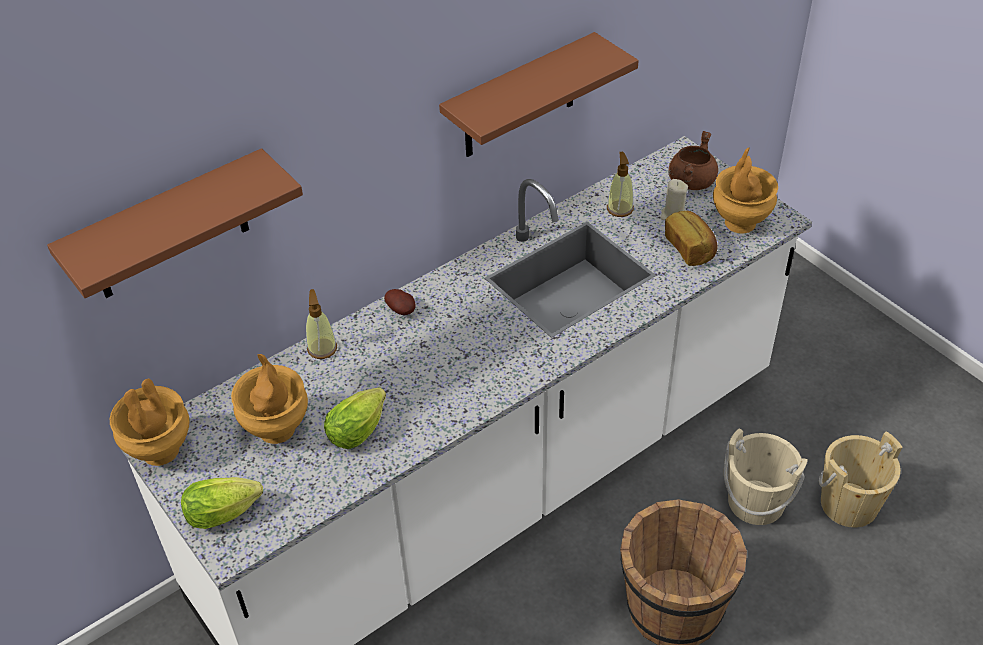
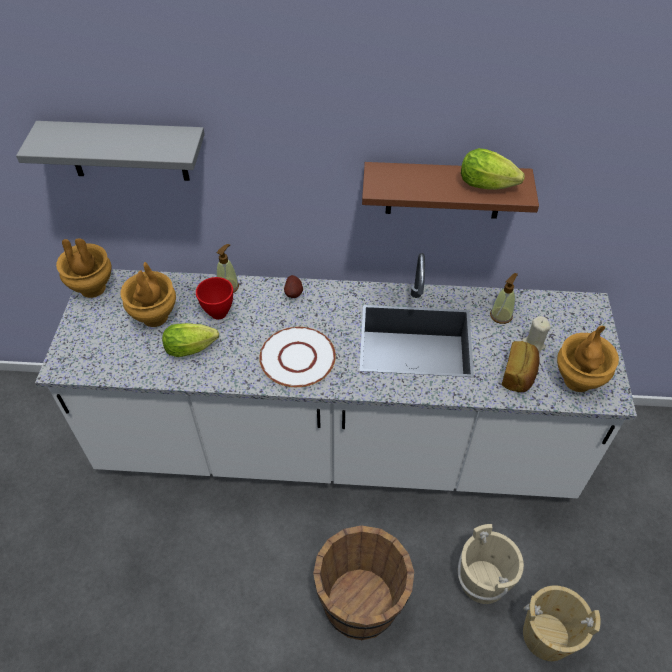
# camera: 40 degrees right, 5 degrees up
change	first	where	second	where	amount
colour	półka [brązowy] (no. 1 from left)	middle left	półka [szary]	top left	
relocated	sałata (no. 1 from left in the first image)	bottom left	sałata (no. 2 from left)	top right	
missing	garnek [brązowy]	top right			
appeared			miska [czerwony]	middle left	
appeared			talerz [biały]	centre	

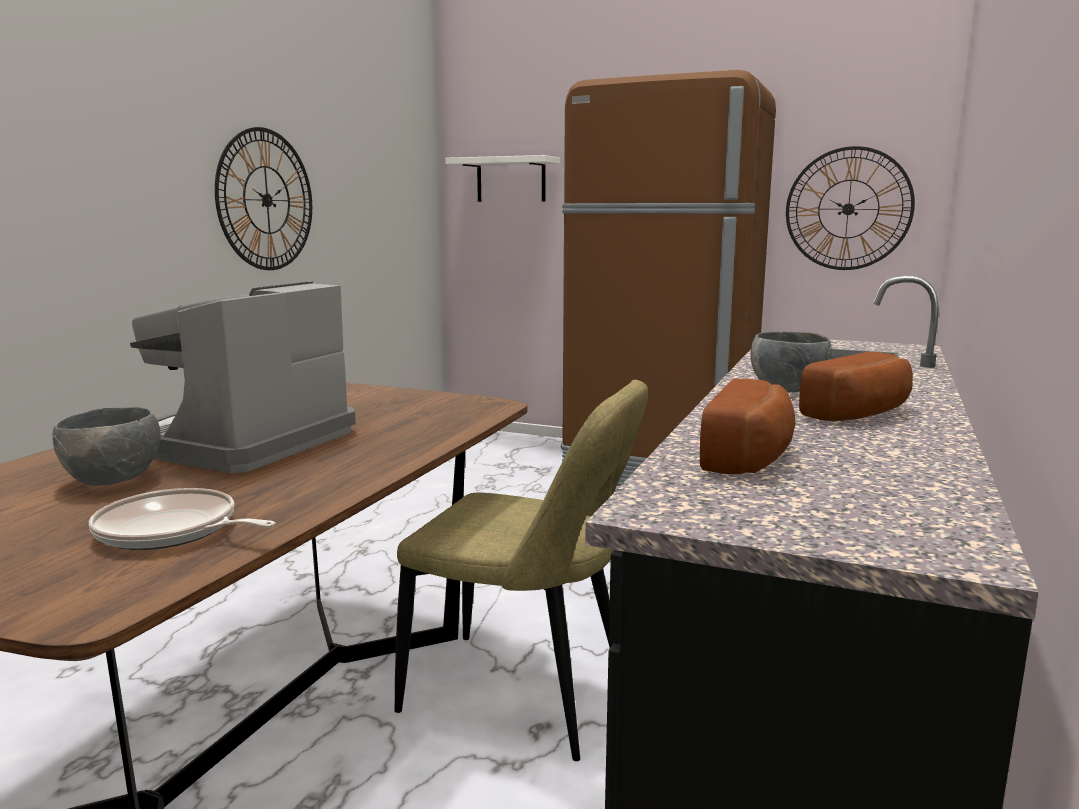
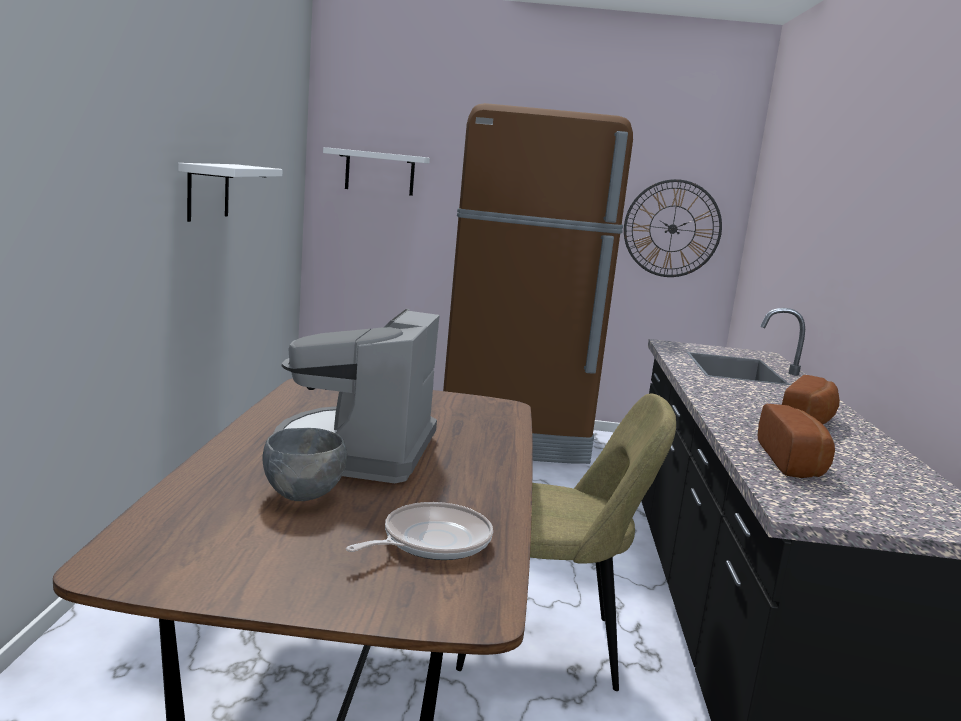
# camera: 20 degrees left, 0 degrees up
change	first	where	second	where	amount
spun	patelnia	middle left		bottom centre	135 degrees clockwise
exchanged	zegar ścienny (no. 1 from left)	top left	półka [biały] (no. 1 from left)	top left	
missing	miska [szary] (no. 2 from left)	middle right			

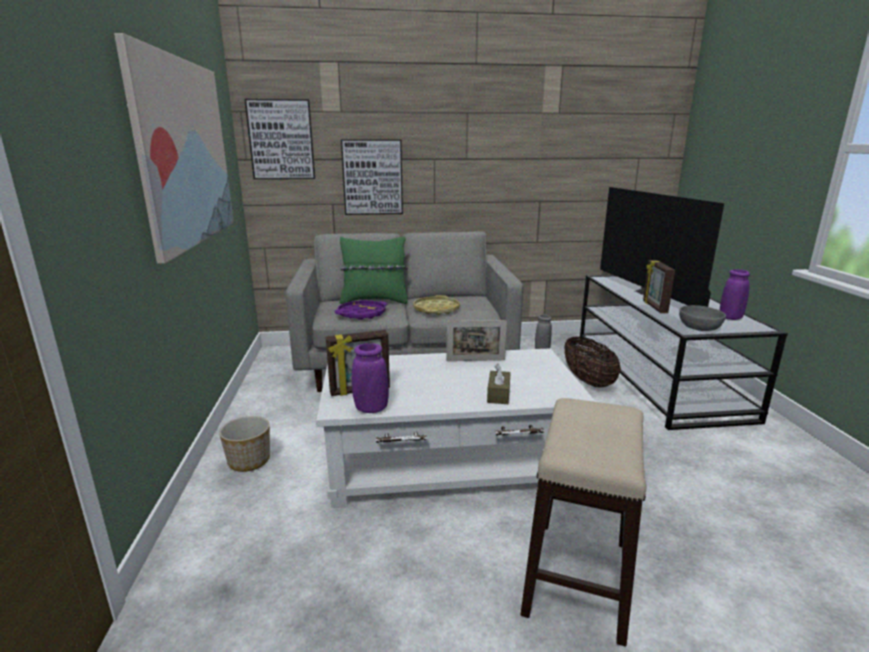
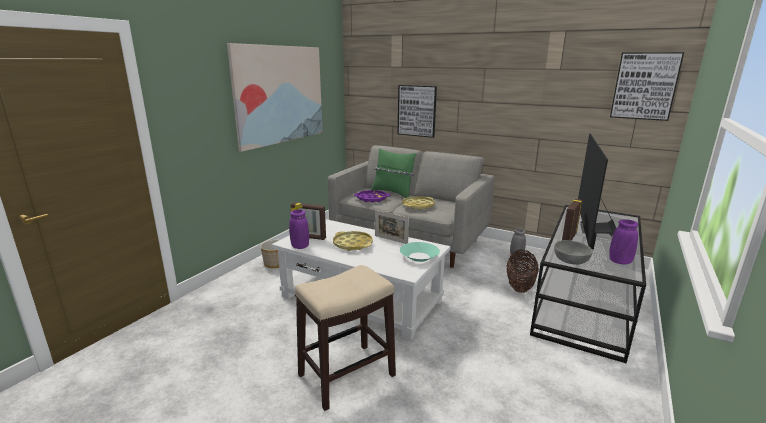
# camera: 35 degrees right, 0 degrees up
change	first	where	second	where	amount
relocated	obraz (no. 2 from left in the first image)	top left	obraz (no. 3 from left)	top right	
missing	pudełko chusteczek [brązowy]	centre			
appeared			taca [żółty] (no. 1 from left)	centre	
appeared			miska [turkusowy]	centre	

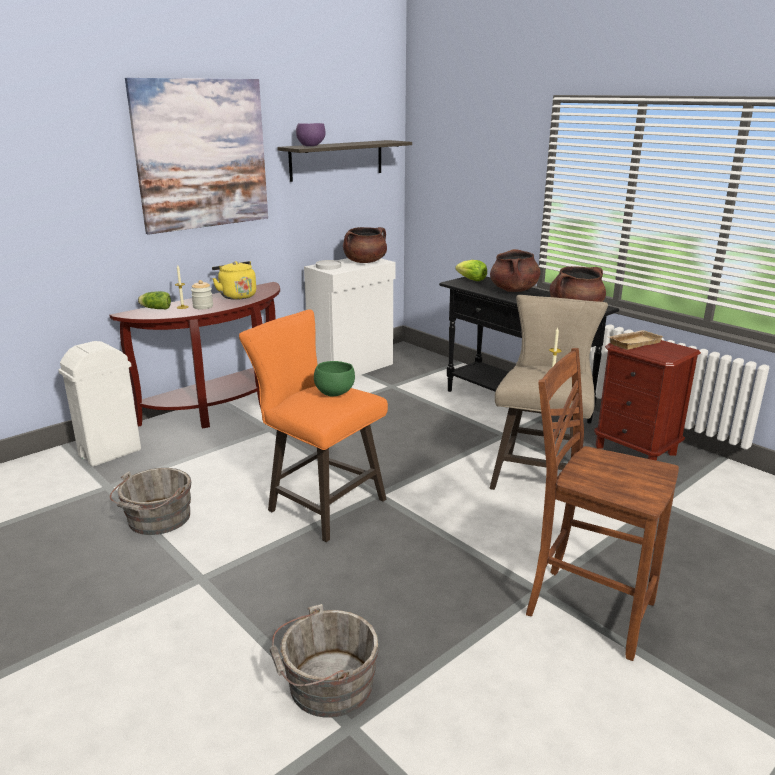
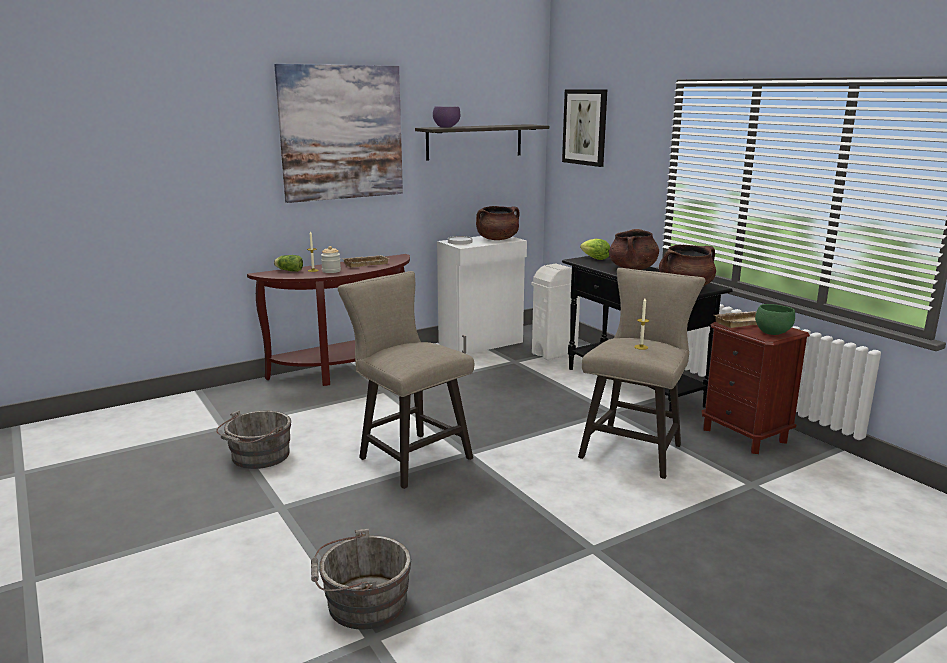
# camera: 10 degrees right, 5 degrees down
change	first	where	second	where	amount
relocated	kosz na śmieci [biały]	middle left		centre	
exchanged	czajnik [żółty]	middle left	taca [beżowy] (no. 1 from left)	centre	
colour	stołek [pomarańczowy]	centre	stołek [beżowy] (no. 1 from left)	centre	
relocated	miska [zielony]	centre		middle right	
missing	krzesło [brązowy]	middle right			
appeared			obraz (no. 2 from left)	top centre	

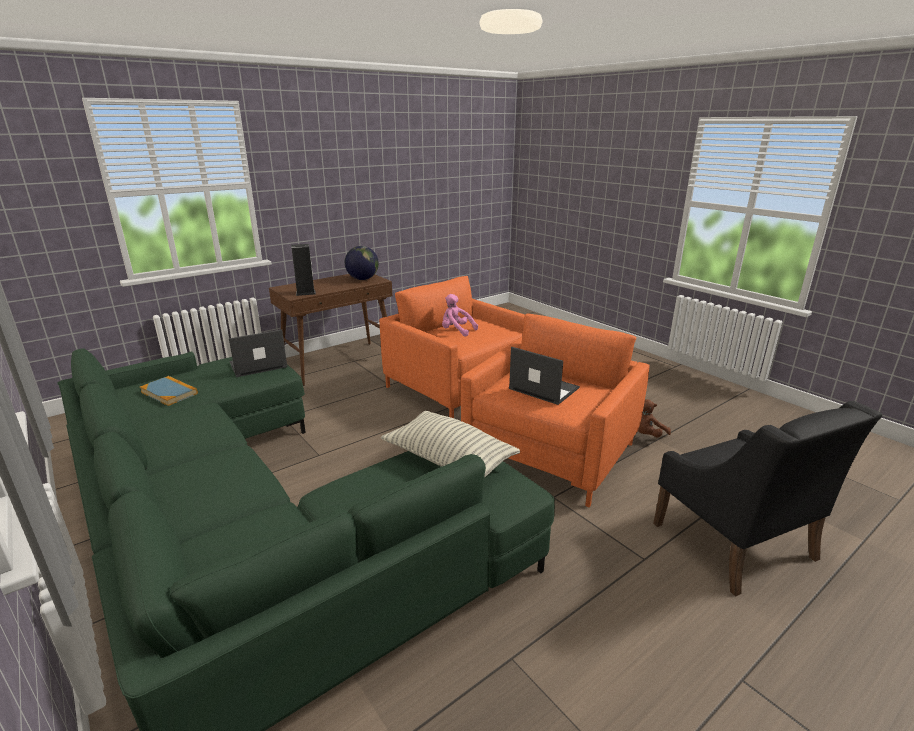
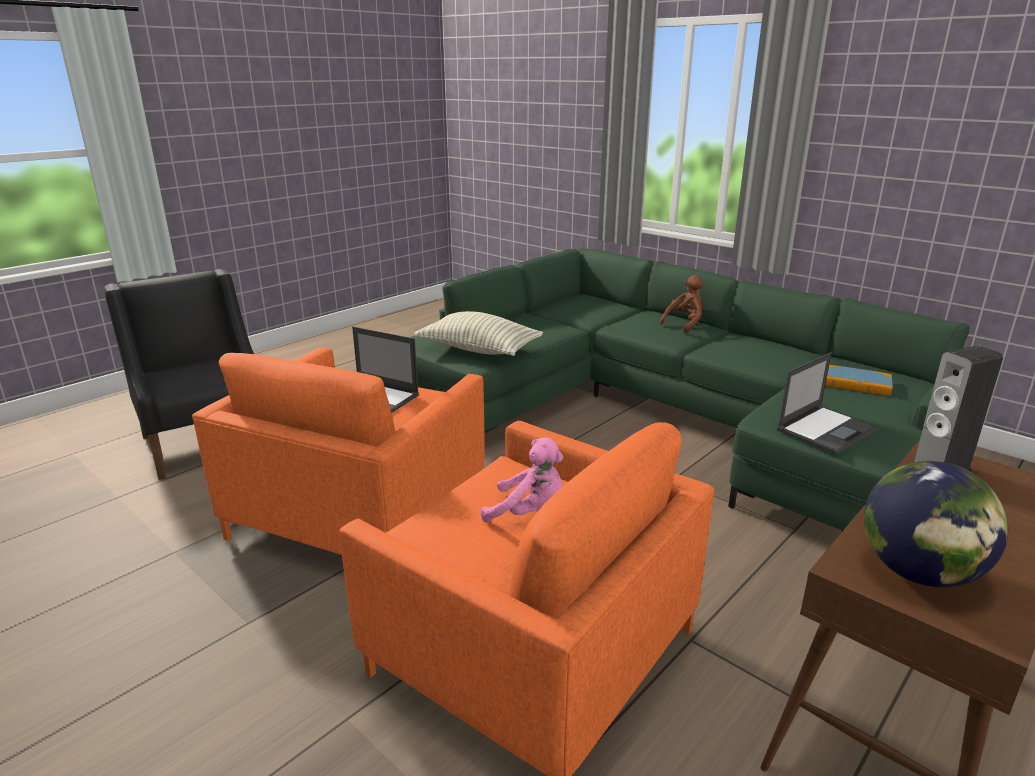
# camera: 170 degrees right, 0 degrees up
change	first	where	second	where	amount
relocated	pluszak [brązowy]	middle right		centre	

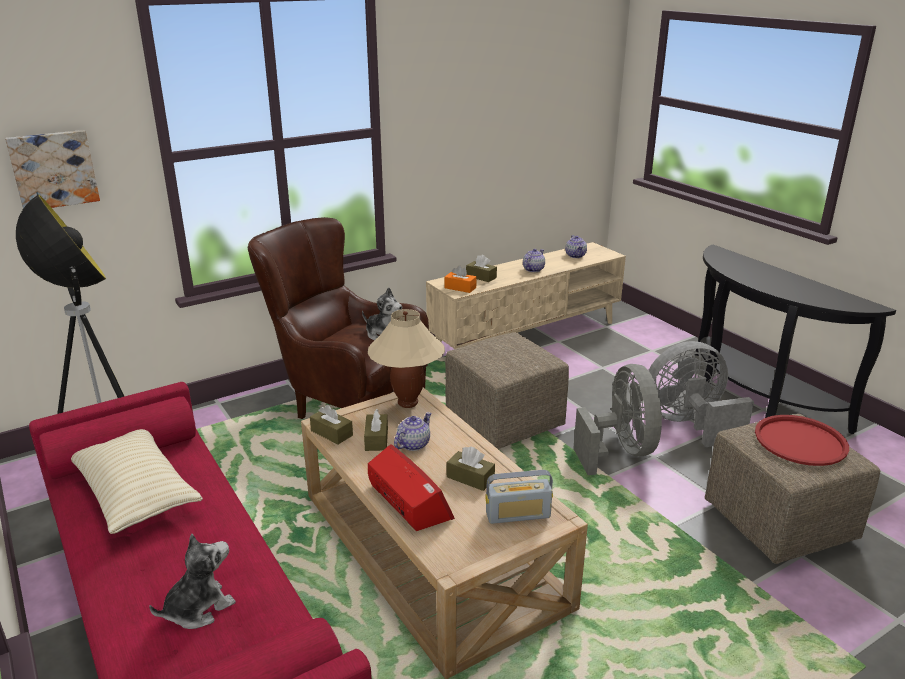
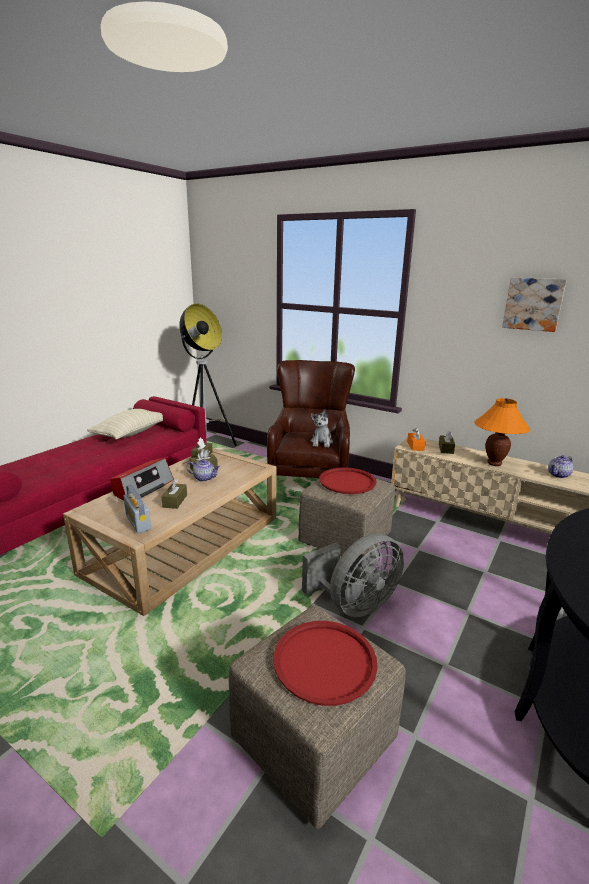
# camera: 65 degrees right, 5 degrees down
change	first	where	second	where	amount
relocated	obraz	top left		middle right	
missing	pluszak (no. 1 from left)	bottom left			
missing	lampa stołowa [beżowy]	centre			
exchanged	imbryk (no. 2 from left)	centre	lampa stołowa [pomarańczowy]	middle right	
missing	wentylator [szary] (no. 2 from left)	middle right			
appeared			taca [czerwony] (no. 2 from left)	centre	

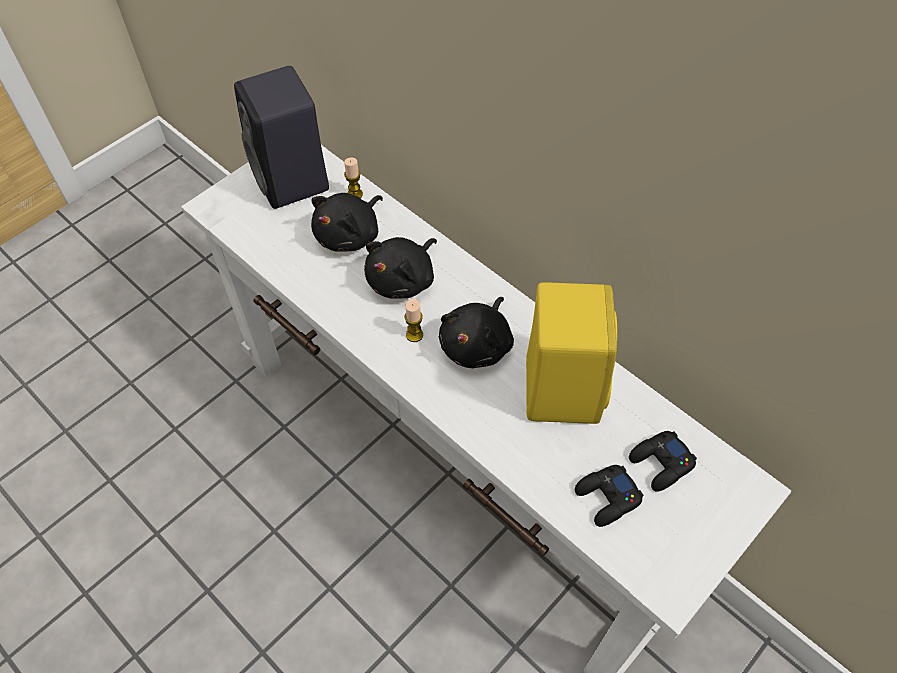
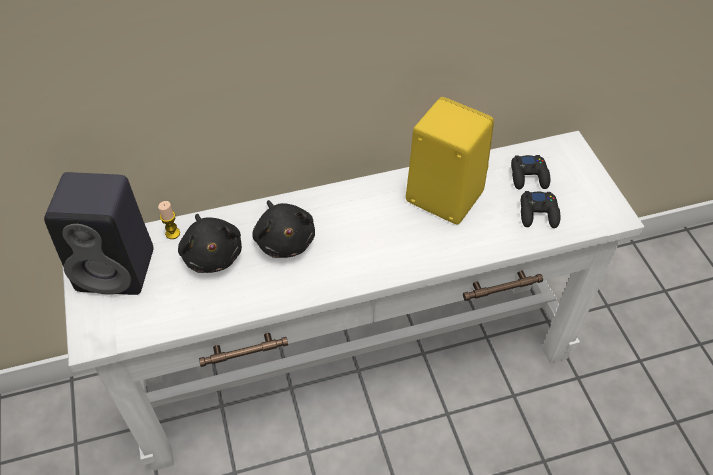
# camera: 60 degrees left, 5 degrees down
change	first	where	second	where	amount
missing	świeca (no. 2 from left)	centre			
missing	pluszak [czarny] (no. 3 from left)	centre			

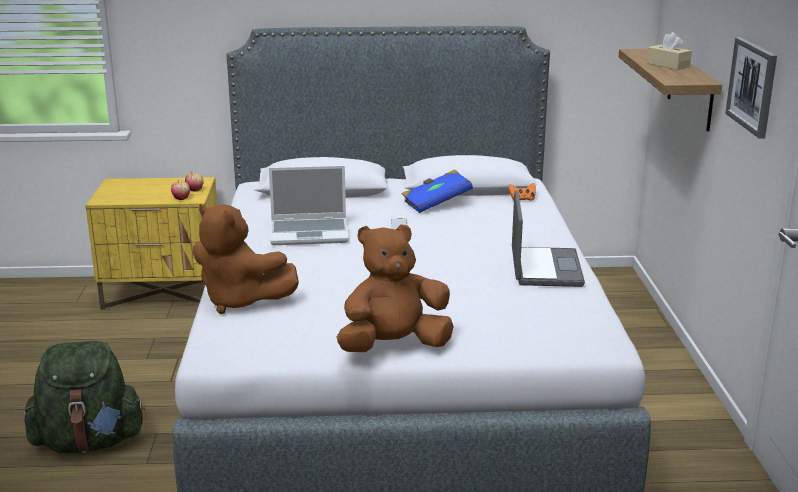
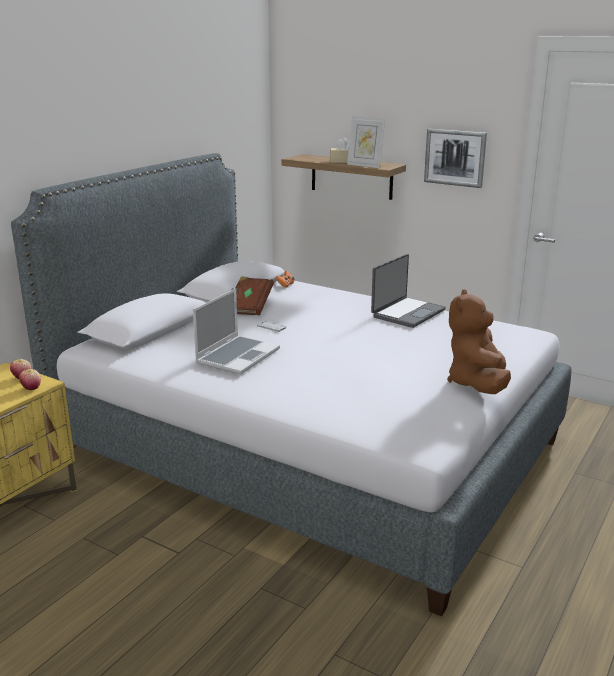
# camera: 55 degrees left, 0 degrees up
change	first	where	second	where	amount
missing	plecak [zielony]	bottom left			
missing	pluszak [brązowy] (no. 1 from left)	middle left			
colour	książka [niebieski]	centre	książka [brązowy]	centre	
spun	laptop (no. 2 from left)	middle right		centre	90 degrees clockwise
appeared			ramka na zdjęcie	top centre	

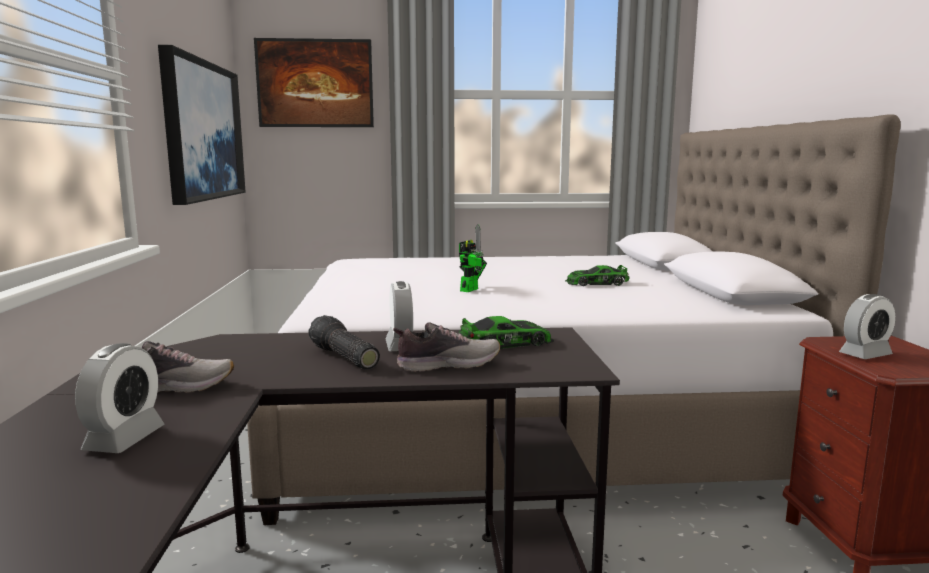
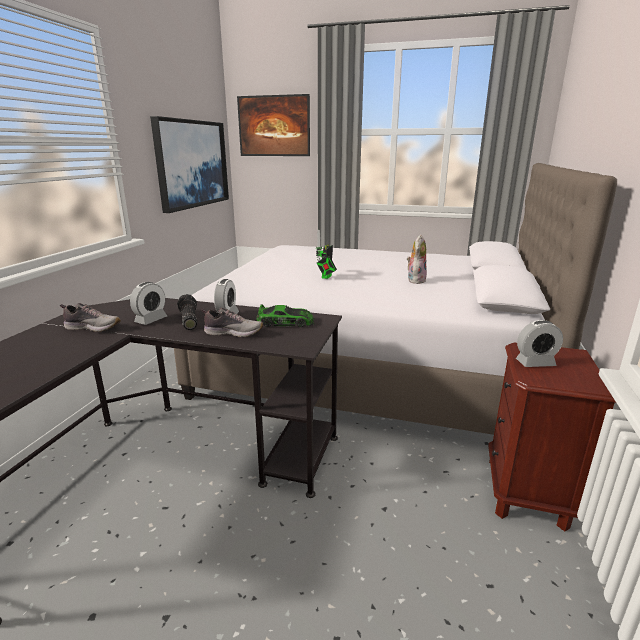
# camera: 20 degrees right, 10 degrees up
change	first	where	second	where	amount
relocated	budzik (no. 1 from left)	bottom left		middle left	
spun	robot zabawkowy	centre		centre	150 degrees clockwise
exchanged	samochodzik (no. 2 from left)	centre	pluszak	centre	

